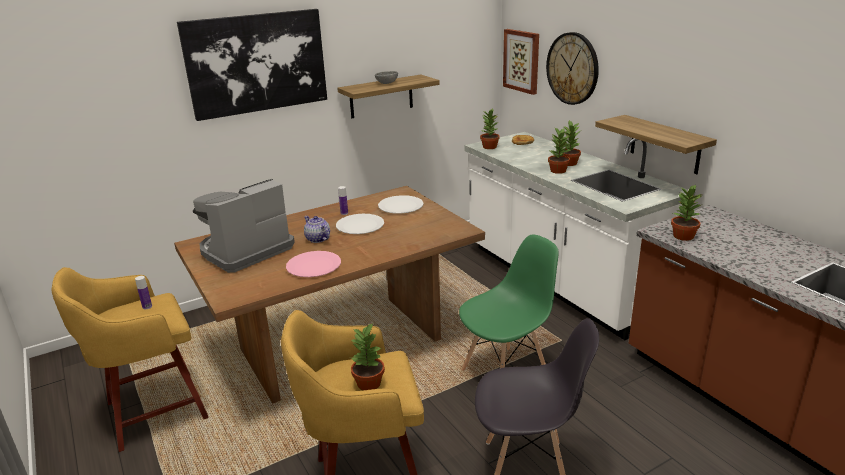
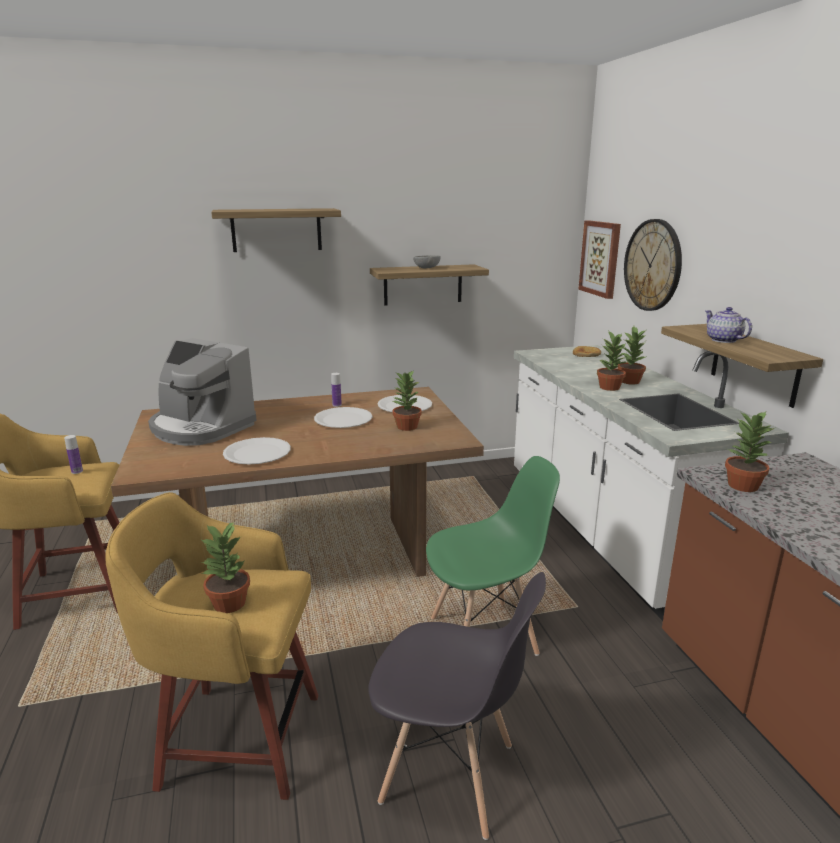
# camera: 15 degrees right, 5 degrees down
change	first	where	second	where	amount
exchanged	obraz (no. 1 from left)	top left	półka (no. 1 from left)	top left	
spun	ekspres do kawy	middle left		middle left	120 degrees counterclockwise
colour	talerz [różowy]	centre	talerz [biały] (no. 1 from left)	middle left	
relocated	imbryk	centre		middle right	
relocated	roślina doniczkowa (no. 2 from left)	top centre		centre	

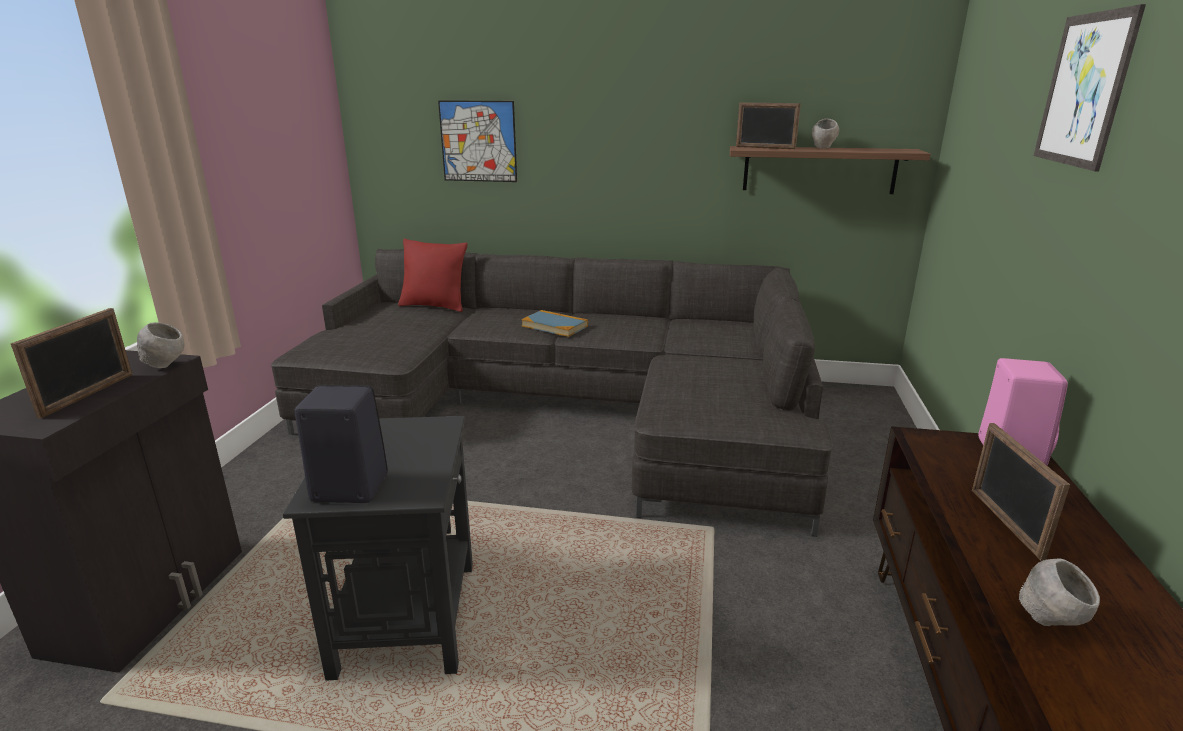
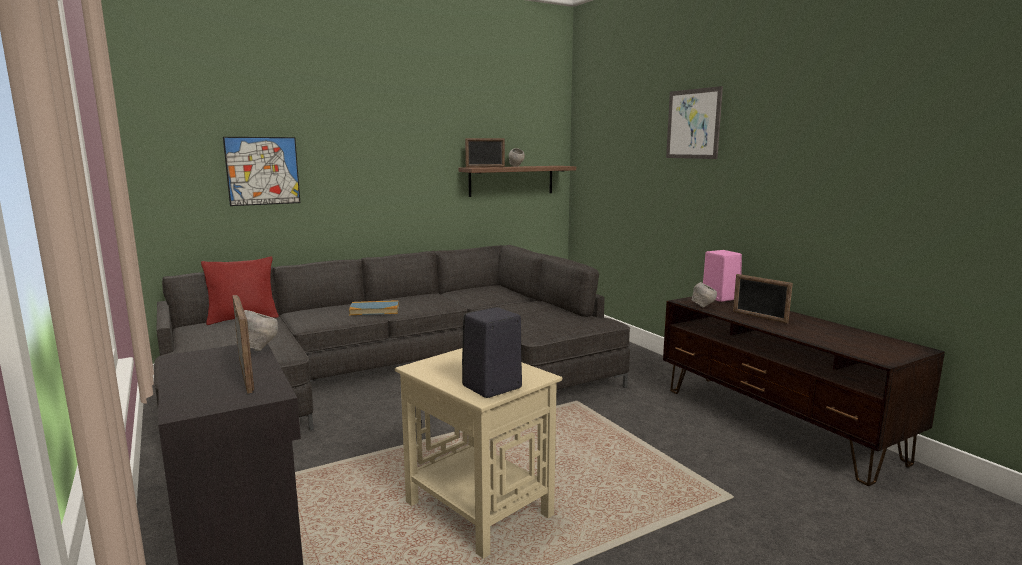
# camera: 40 degrees left, 10 degrees down
change	first	where	second	where	amount
colour	stolik [czarny]	bottom left	stolik [beżowy]	bottom centre	
relocated	miska [szary] (no. 3 from left)	bottom right		middle right	

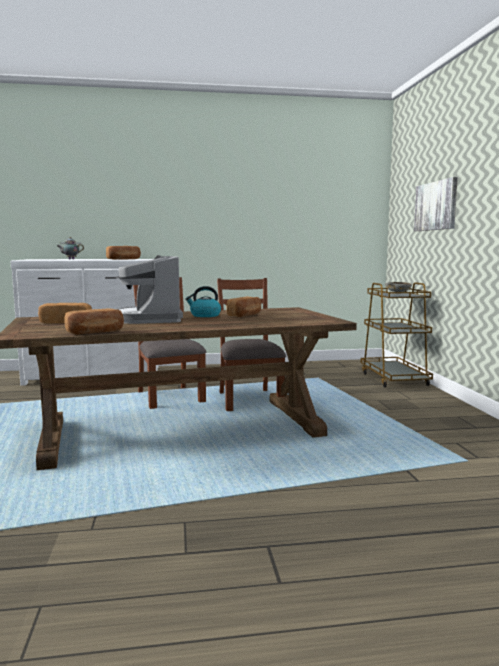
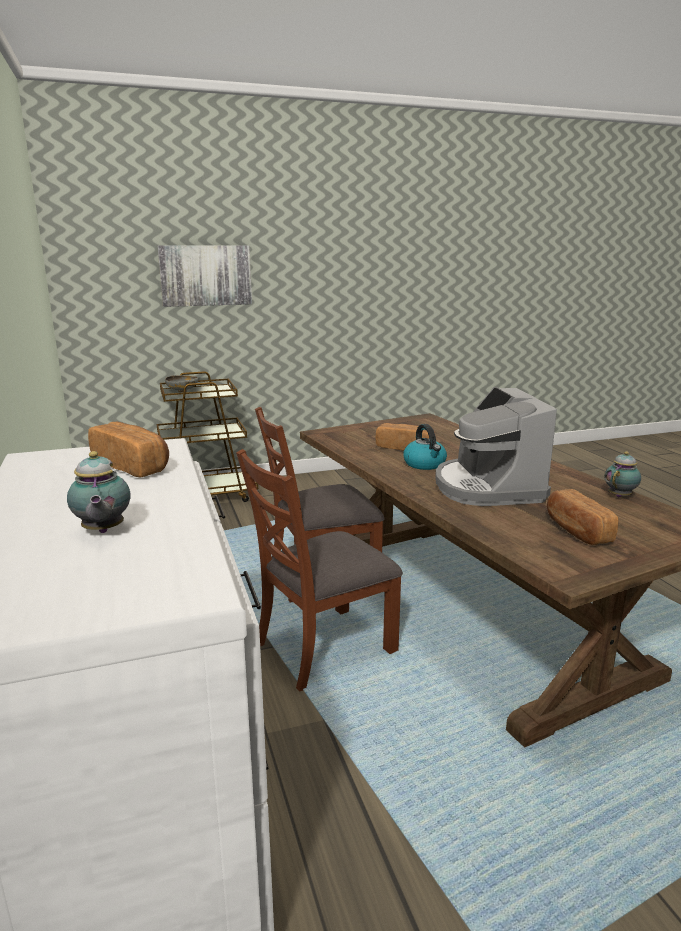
# camera: 100 degrees left, 10 degrees up
change	first	where	second	where	amount
exchanged	chleb (no. 2 from left)	middle left	imbryk (no. 2 from left)	middle right	
spun	ekspres do kawy	middle left		middle right	105 degrees clockwise

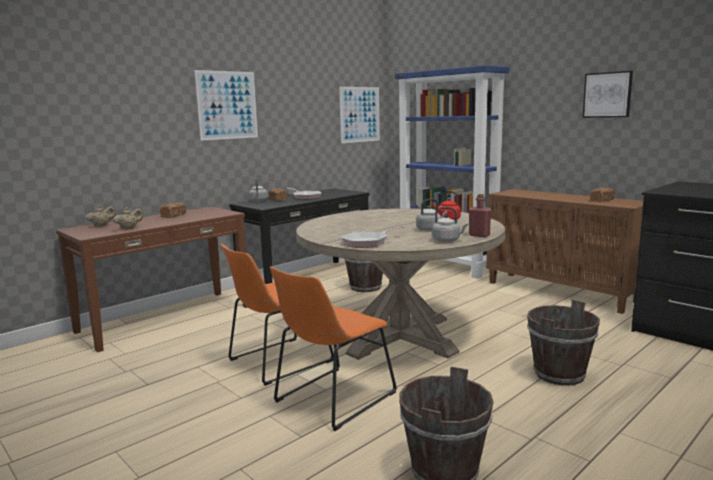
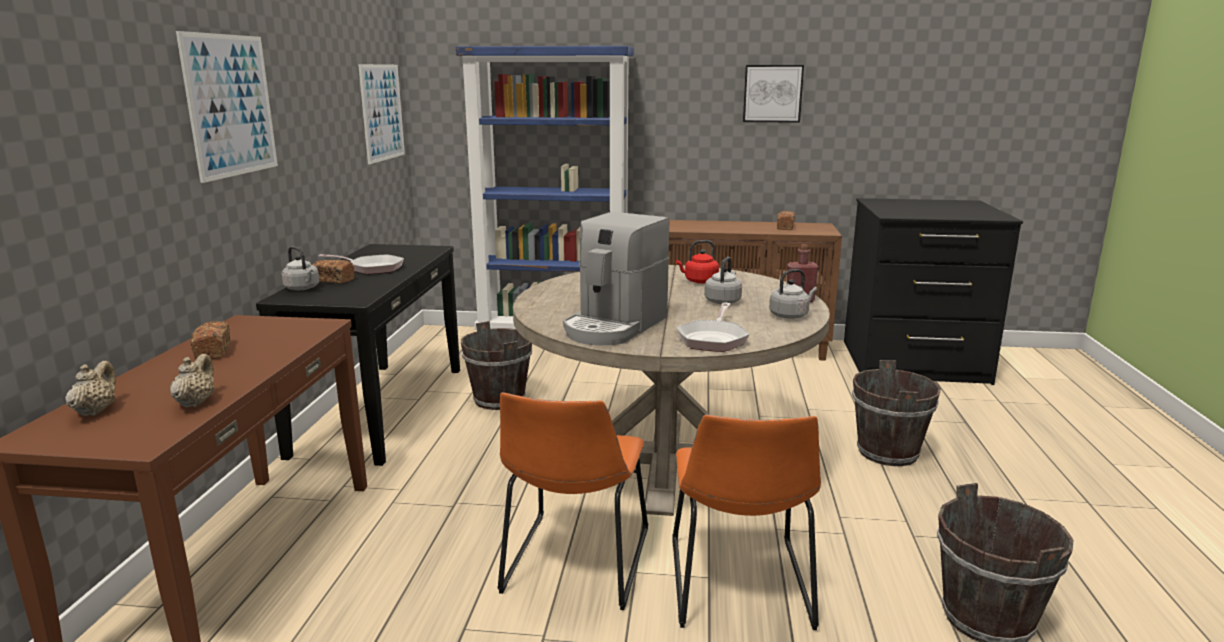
# camera: 40 degrees left, 5 degrees up
change	first	where	second	where	amount
appeared			ekspres do kawy	centre	

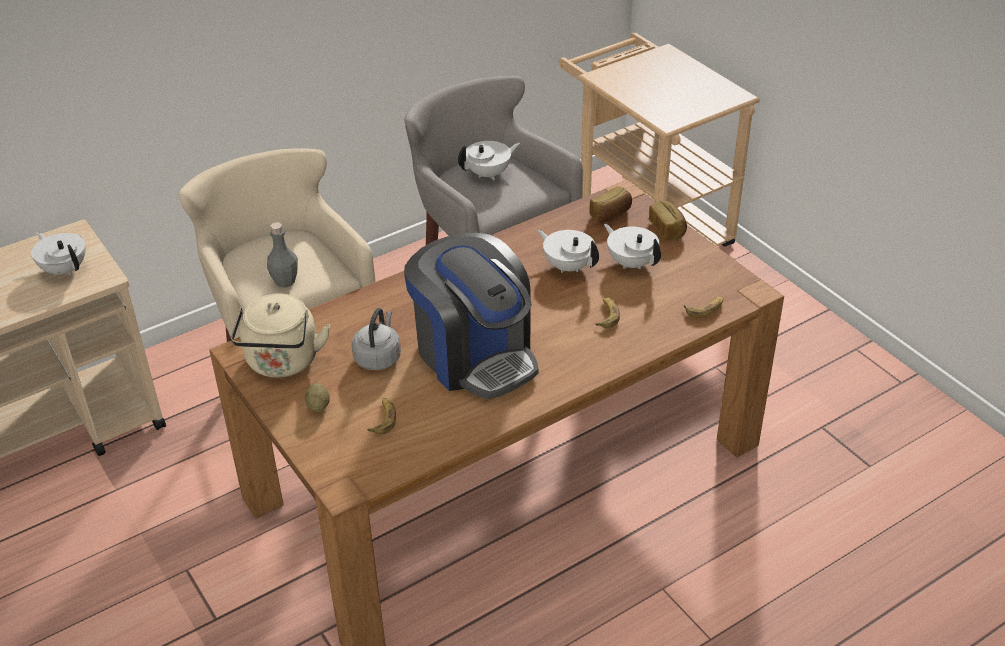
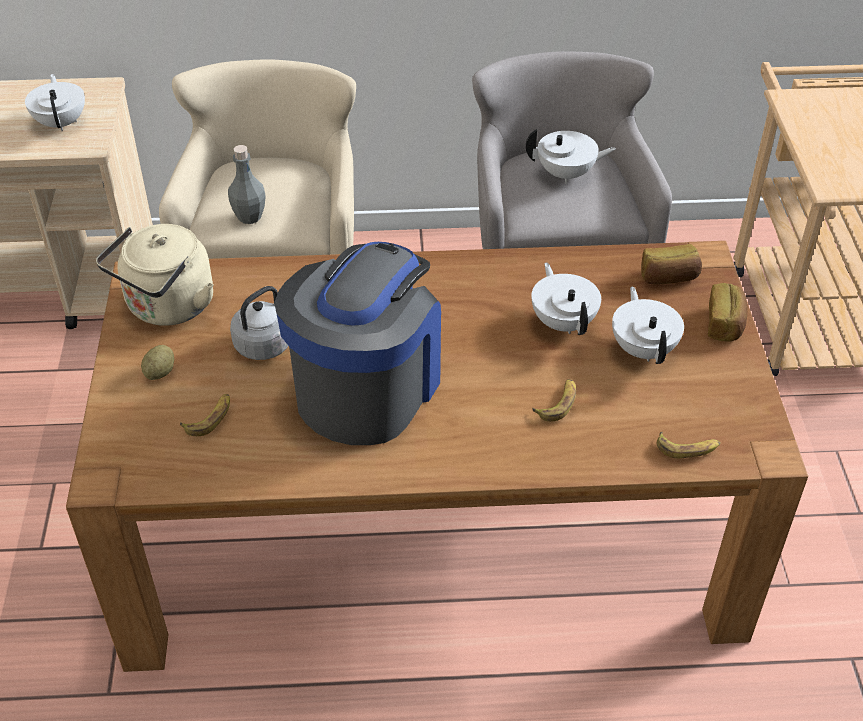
# camera: 30 degrees right, 5 degrees up
change	first	where	second	where	amount
spun	ekspres do kawy	centre		centre	150 degrees counterclockwise

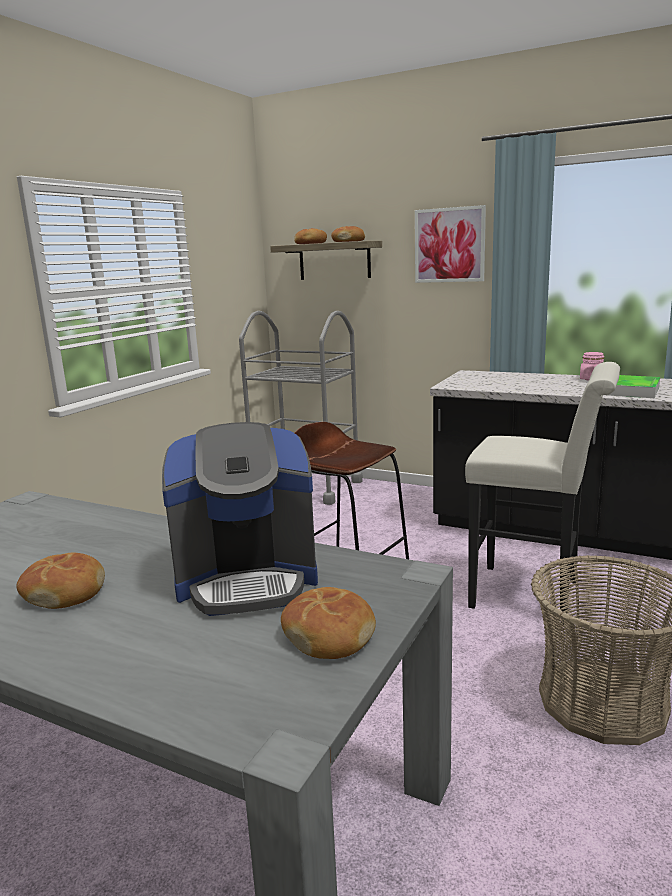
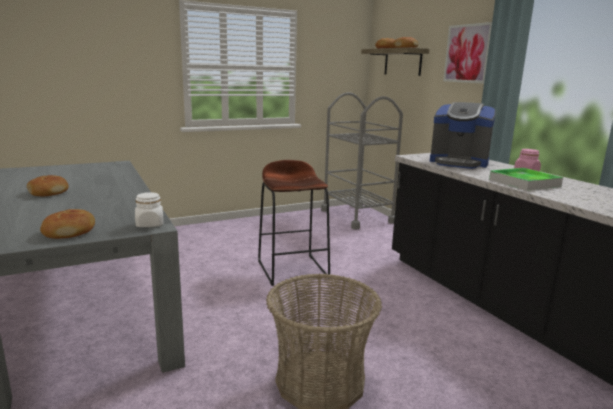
# camera: 35 degrees right, 0 degrees up
change	first	where	second	where	amount
relocated	ekspres do kawy	centre		top right	
missing	stołek [biały]	middle right			
appeared			słoik [biały]	middle left	

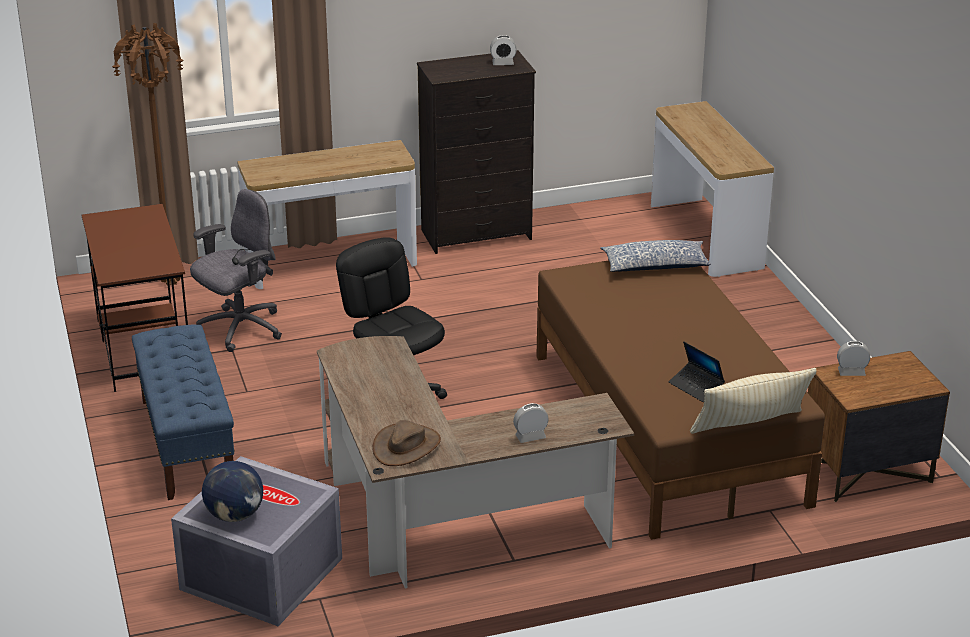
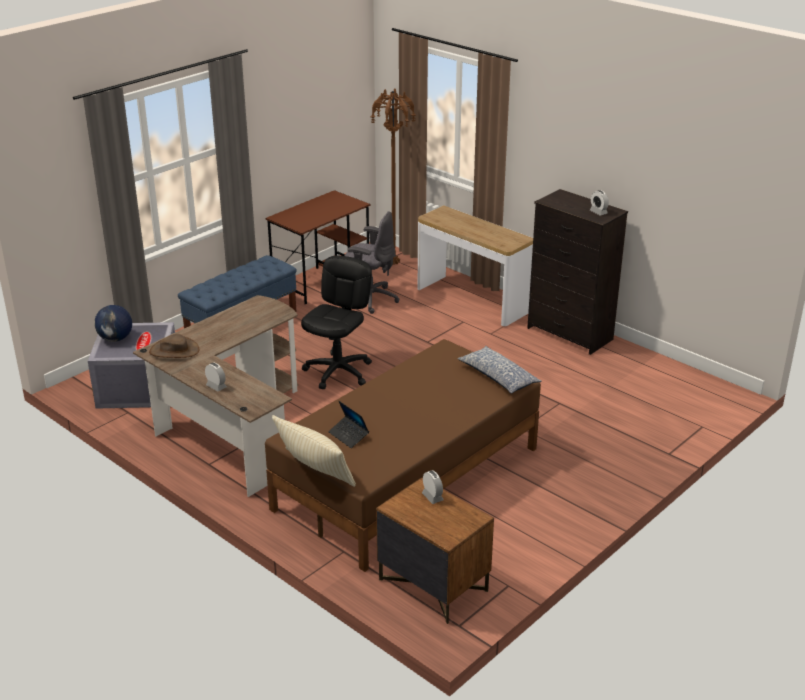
# camera: 60 degrees right, 0 degrees up
change	first	where	second	where	amount
missing	stolik konsolowy (no. 2 from left)	top right			
spun	laptop	middle right		centre	60 degrees counterclockwise

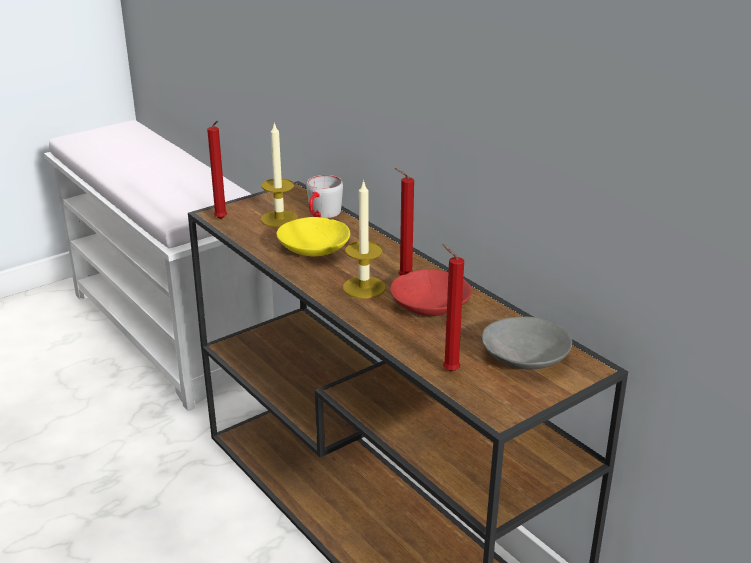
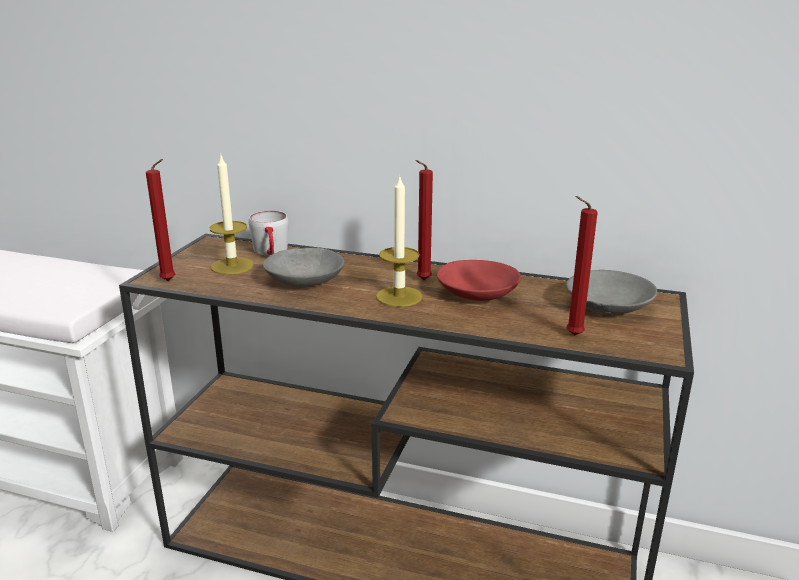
# camera: 35 degrees left, 5 degrees down
change	first	where	second	where	amount
colour	miska [żółty]	centre	miska [szary] (no. 1 from left)	centre	

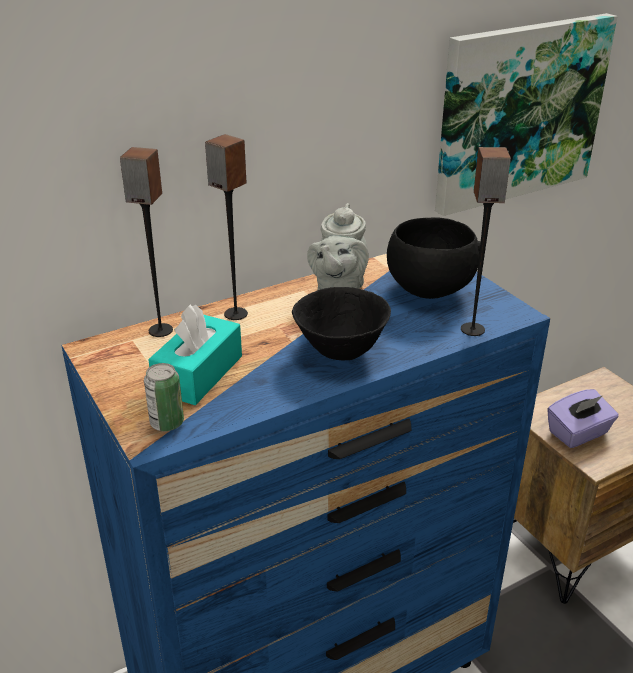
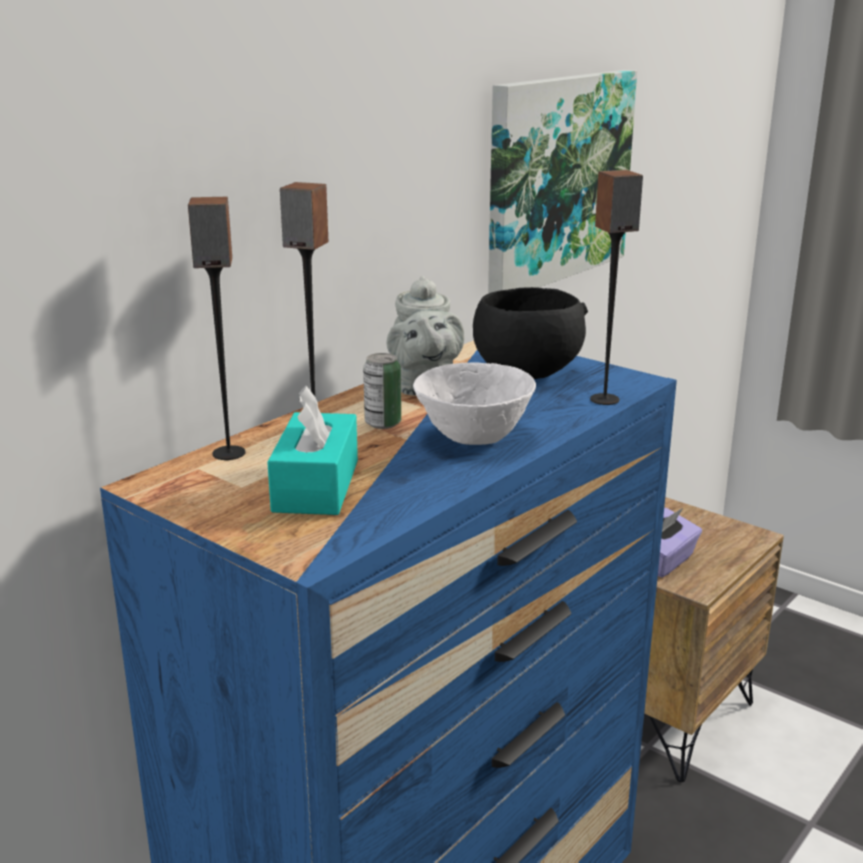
# camera: 20 degrees left, 10 degrees down
change	first	where	second	where	amount
relocated	puszka	middle left		centre	
colour	miska [czarny] (no. 1 from left)	centre	miska [biały]	centre	

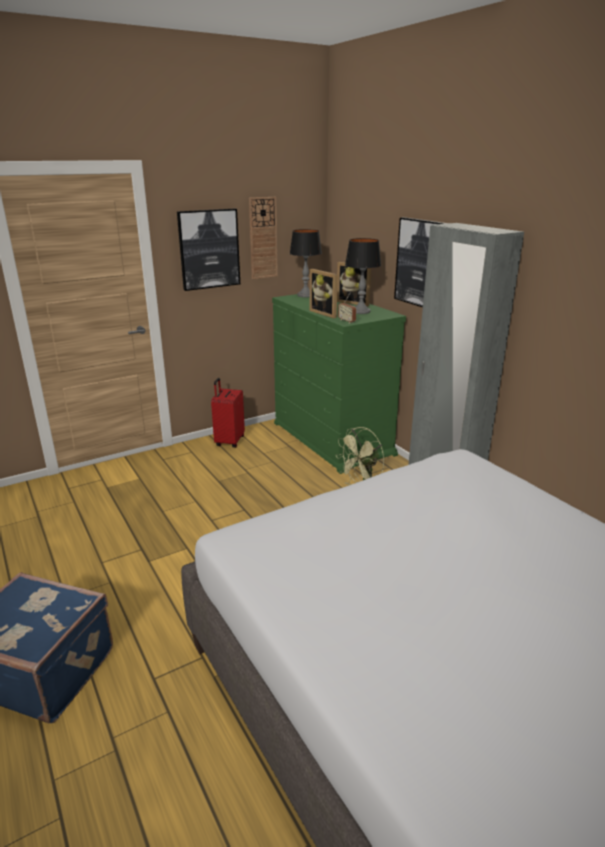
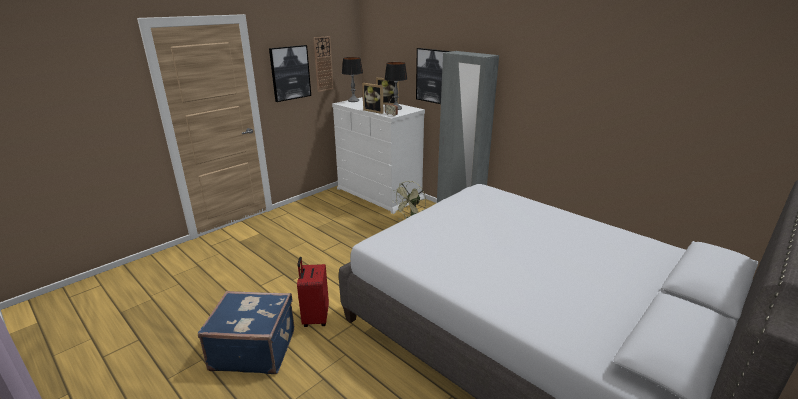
# camera: 15 degrees left, 0 degrees up
change	first	where	second	where	amount
relocated	walizka [czerwony]	centre		bottom centre	
colour	komoda [zielony]	centre	komoda [biały]	centre	

